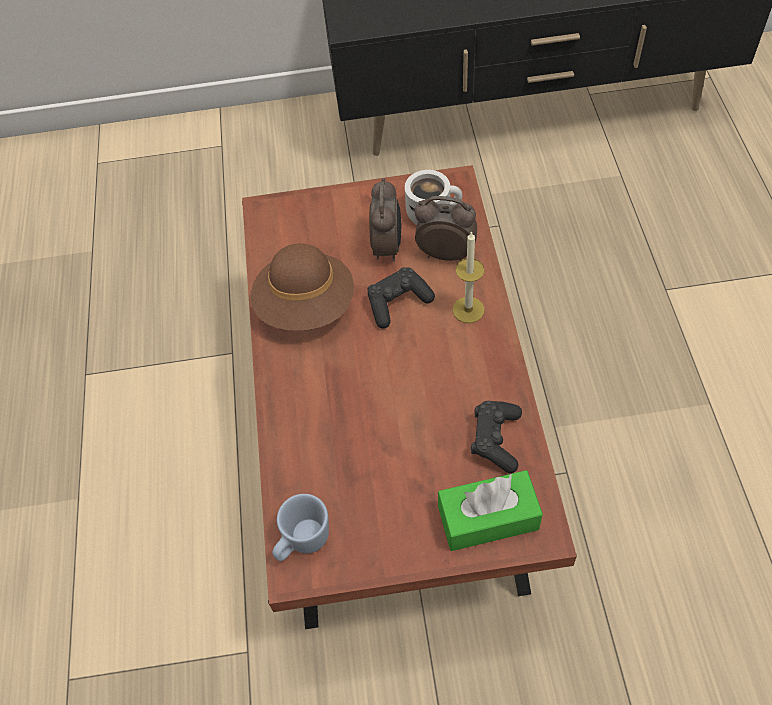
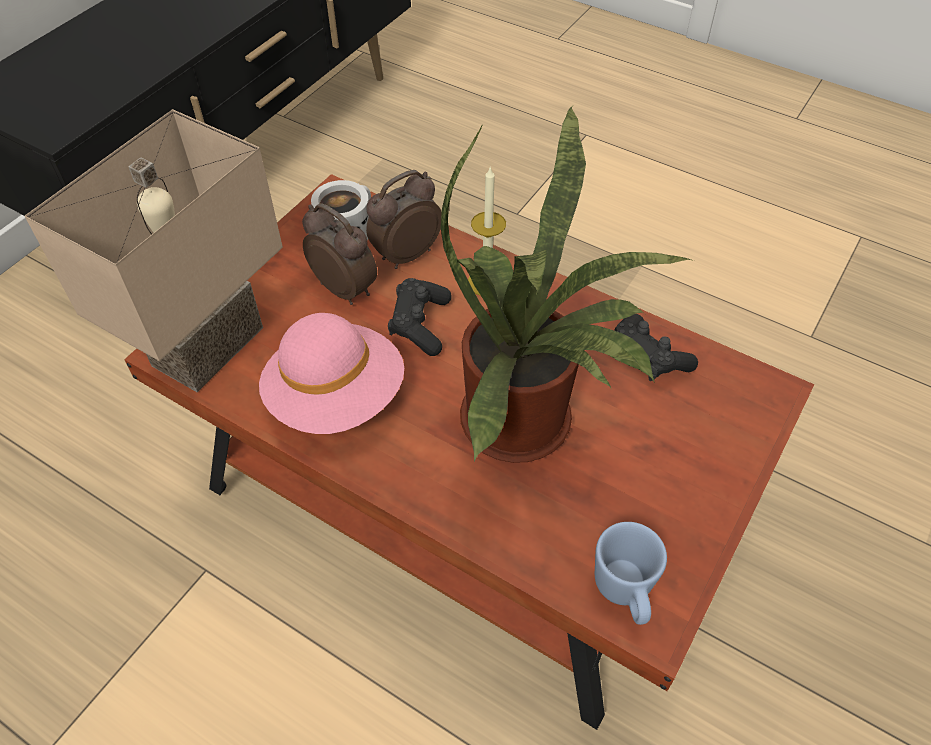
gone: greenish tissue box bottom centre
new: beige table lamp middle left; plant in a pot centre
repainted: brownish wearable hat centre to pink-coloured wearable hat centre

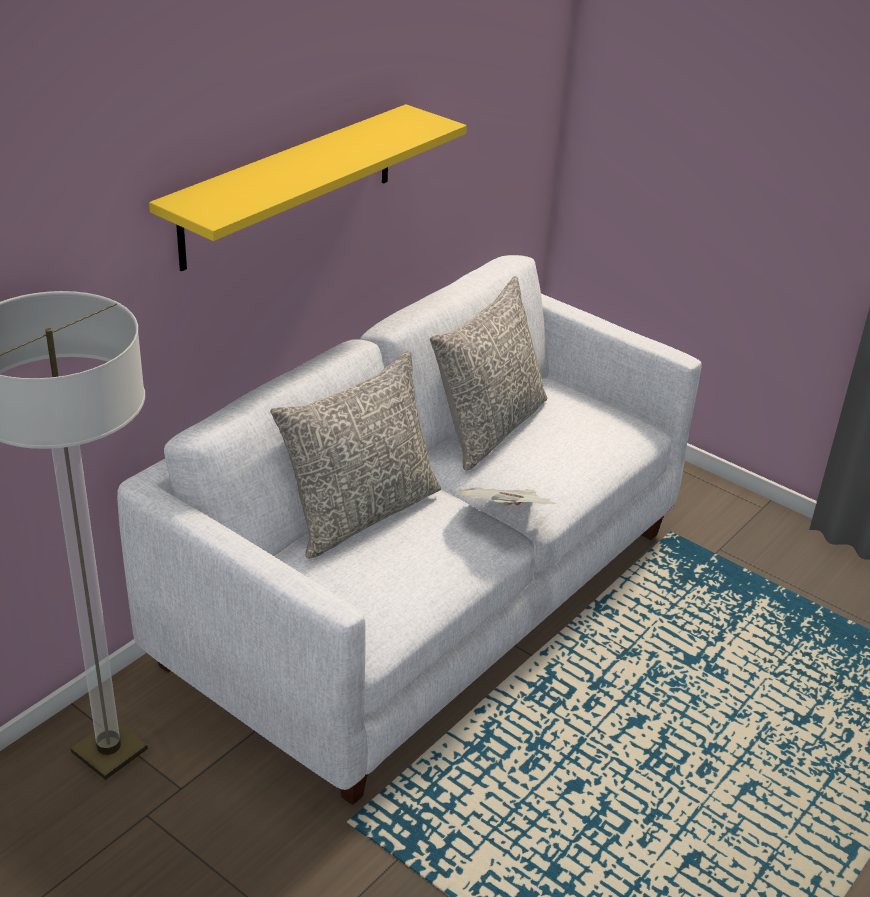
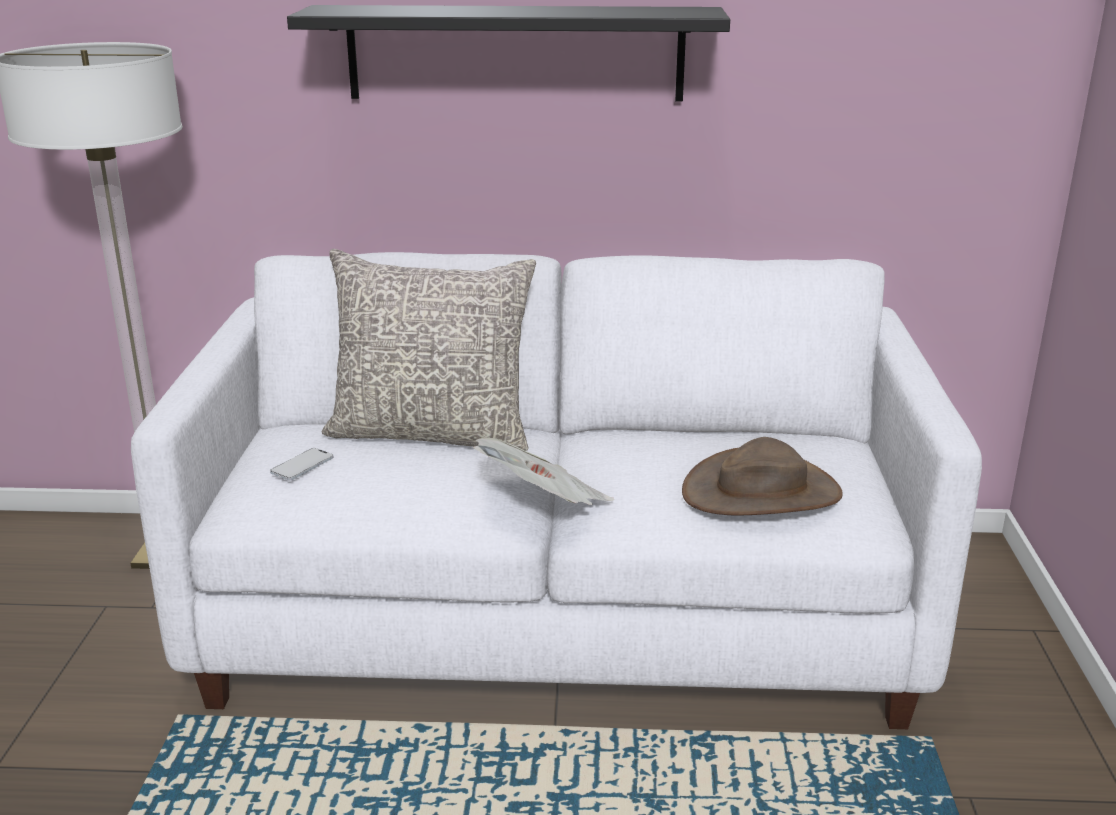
gone: gray pillow (no. 2 from left) centre
new: telephone middle left; brownish wearable hat middle right
repainted: yellowish shelf top centre to black shelf top centre

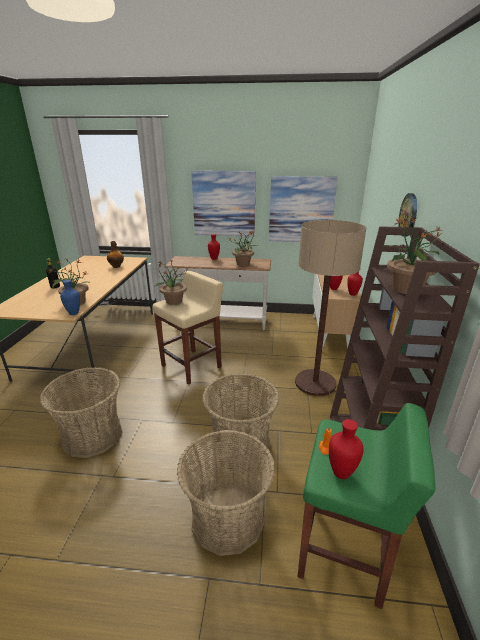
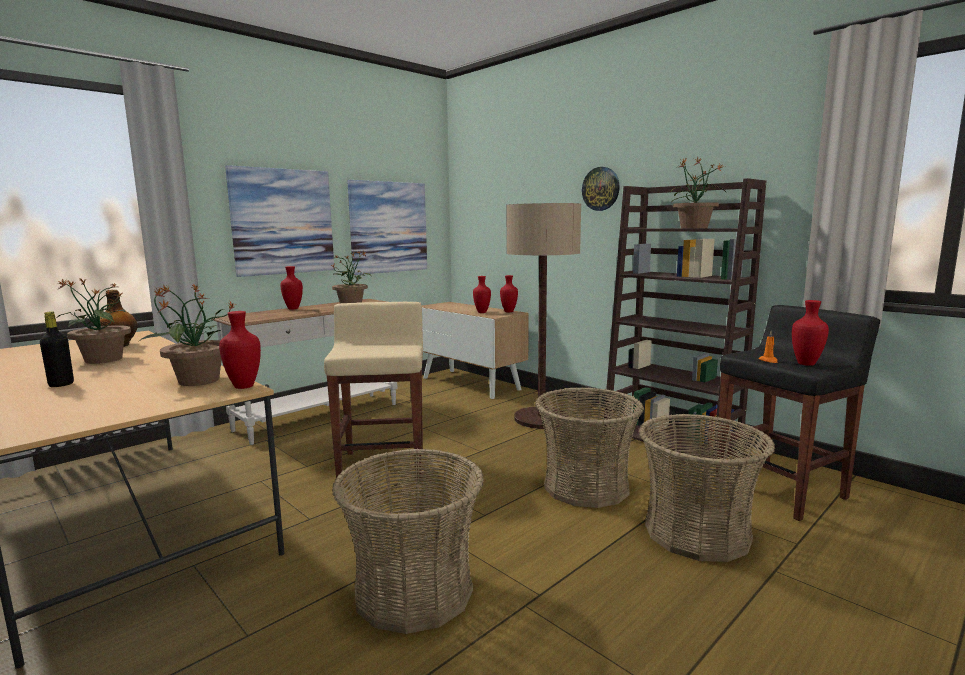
shifted: plant in a pot (no. 2 from left in the first image) centre to plant in a pot (no. 1 from left) middle left
repainted: bluish decorative vase middle left to red-coloured decorative vase (no. 1 from left) middle left; greenish stool bottom right to black stool middle right

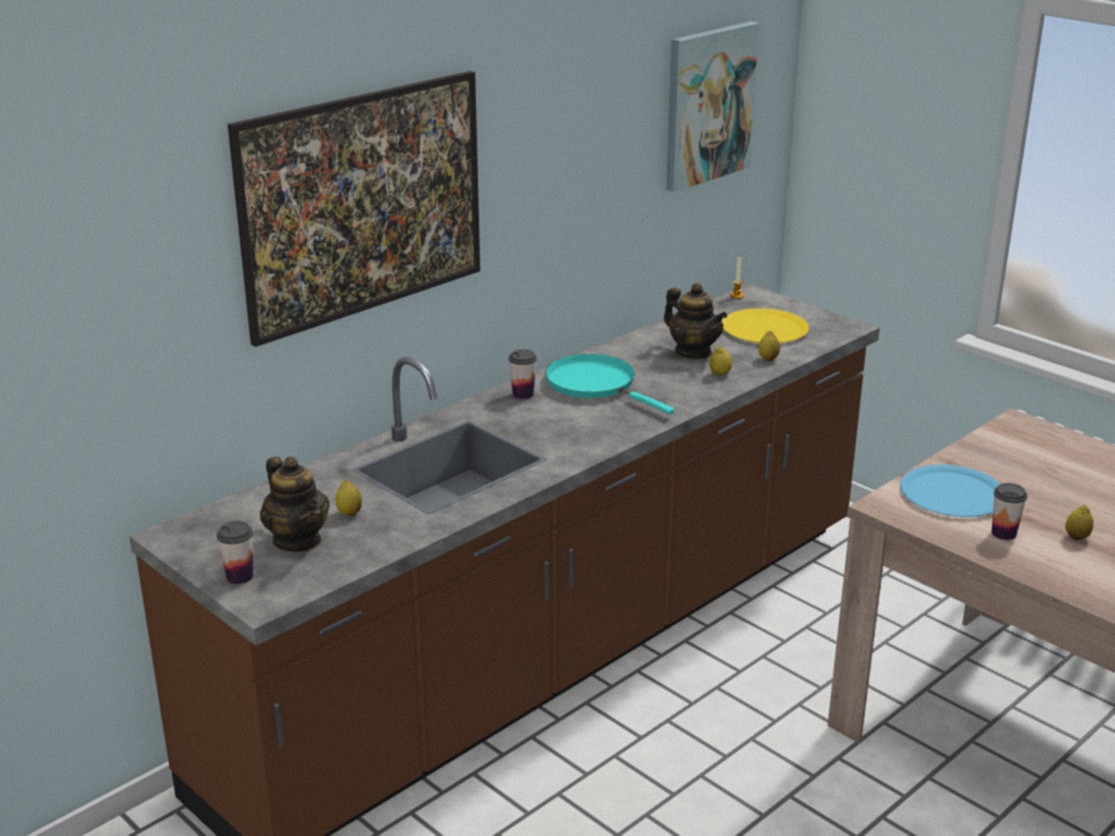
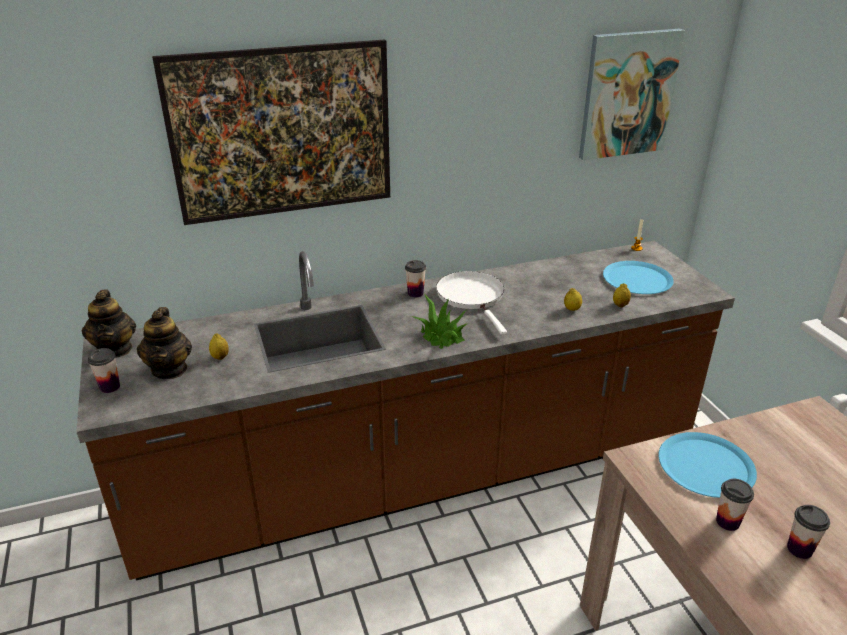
new: plant in a pot centre
shifted: teapot (no. 2 from left in the first image) centre to teapot (no. 1 from left) middle left
swapped: lemon (no. 4 from left) middle right to drinking cup (no. 4 from left) bottom right
repainted: turquoise-coloured pan centre to white pan centre; yellowish plate middle right to bluish plate (no. 1 from left) middle right

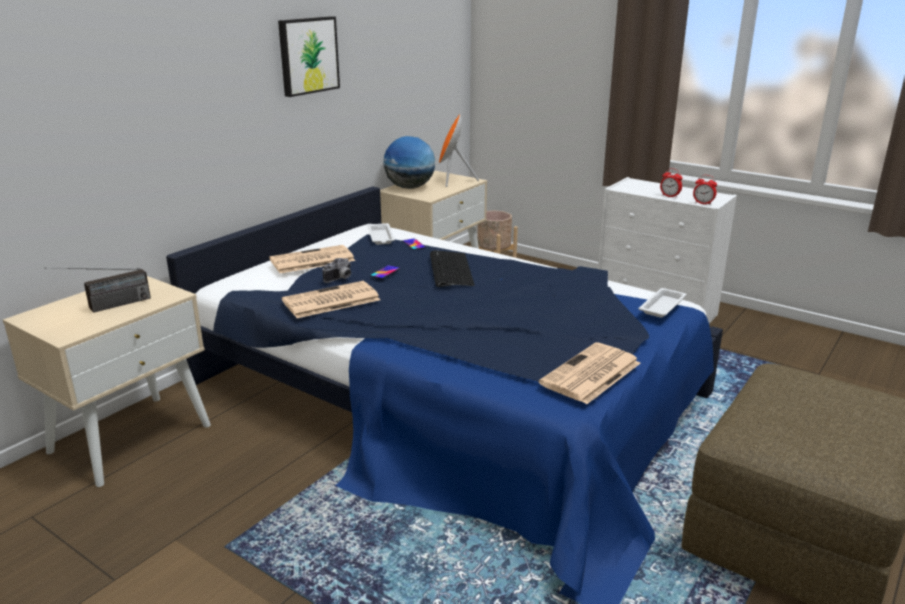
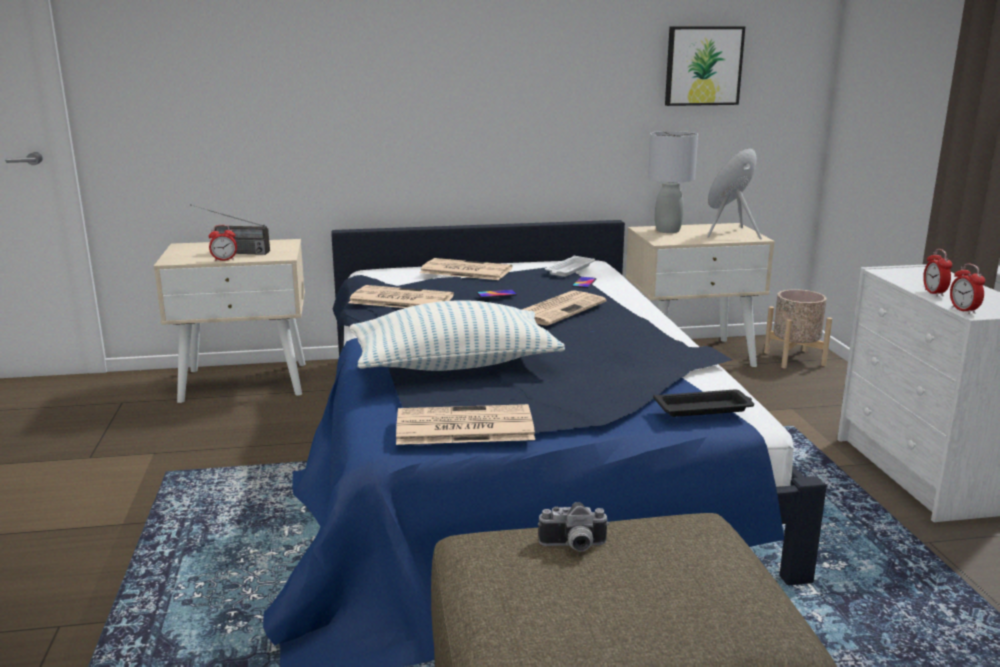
new: table clock (no. 1 from left) middle left; pillow centre
shifted: picture top centre to top right; still camera centre to bottom centre
swapped: desk globe top centre to gray table lamp top right; computer keyboard centre to daily paper (no. 4 from left) centre
repainted: white serving tray (no. 2 from left) middle right to black serving tray middle right

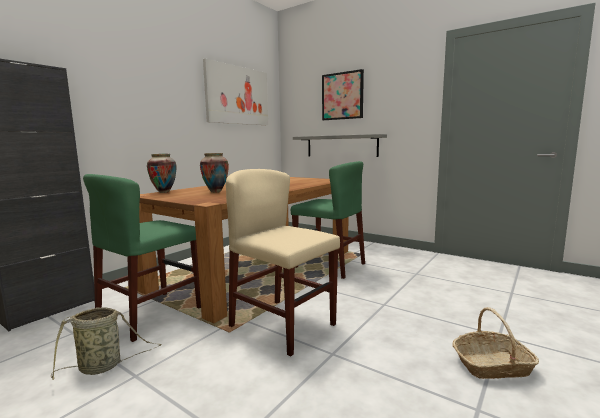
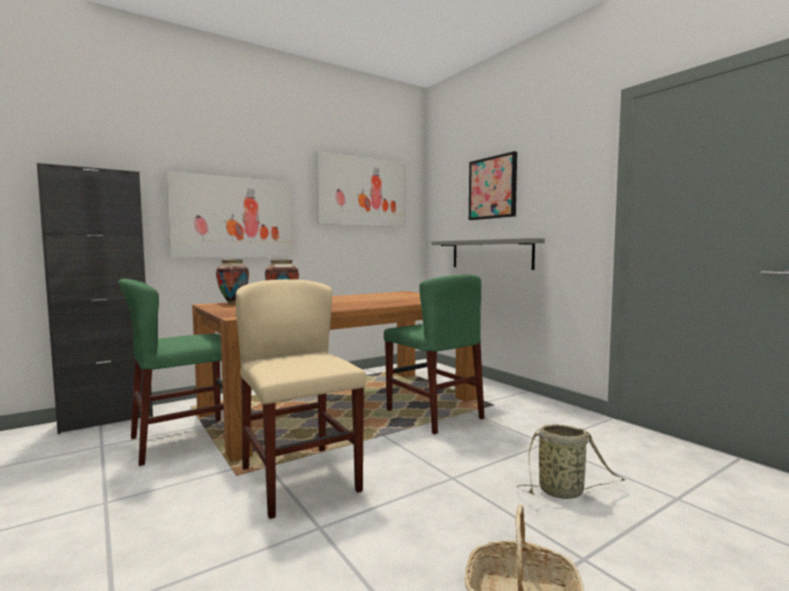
new: picture (no. 1 from left) middle left
shifted: household basket (no. 1 from left in the first image) bottom left to household basket (no. 2 from left) bottom right

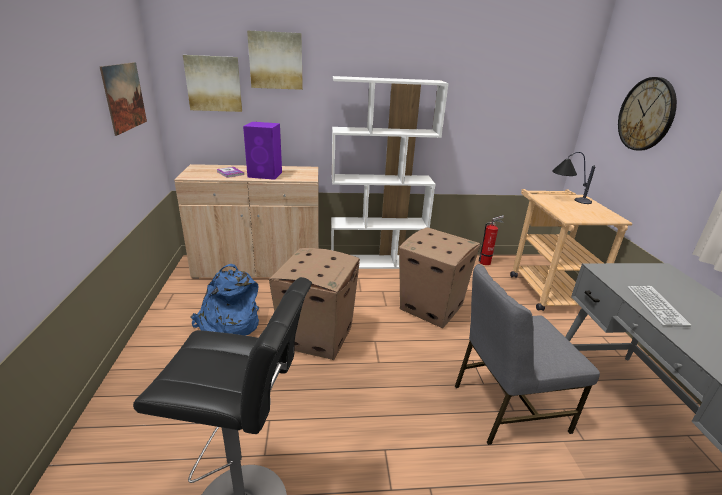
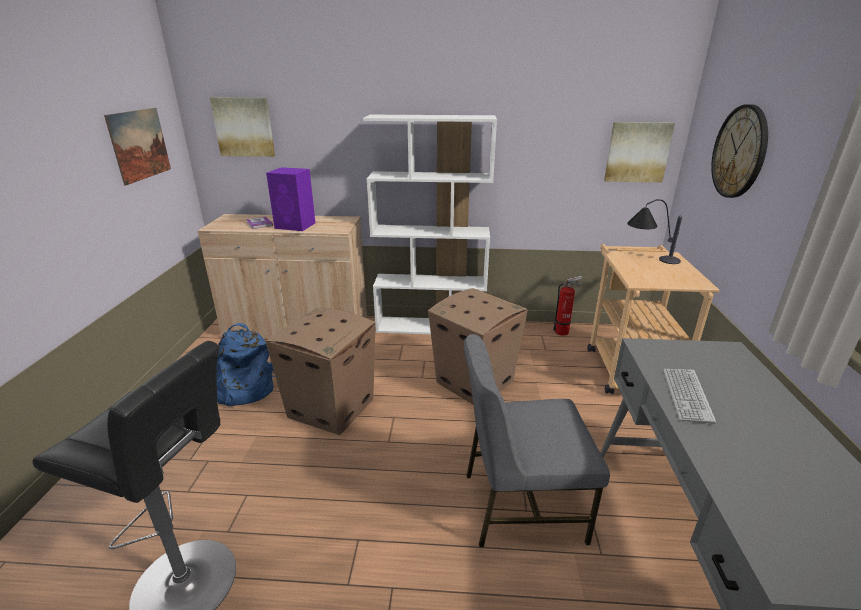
shifted: picture (no. 3 from left) top centre to top right

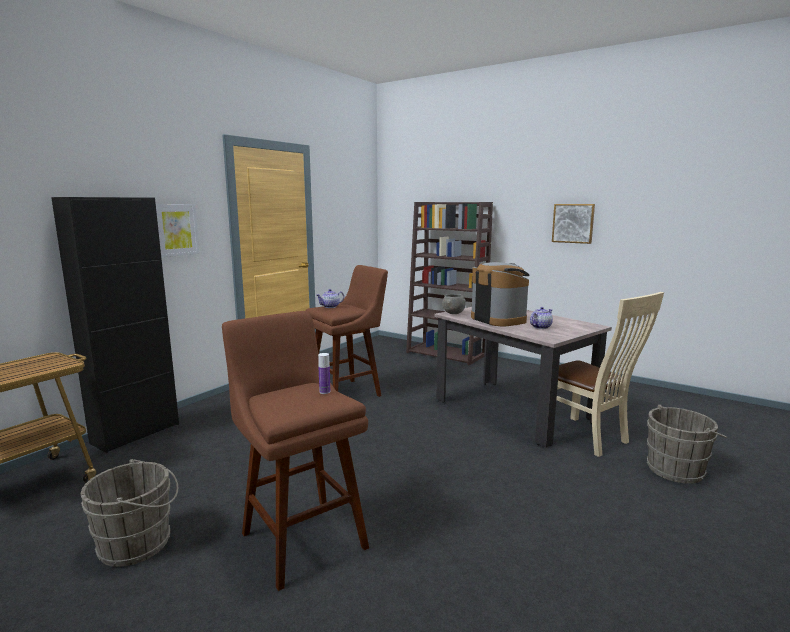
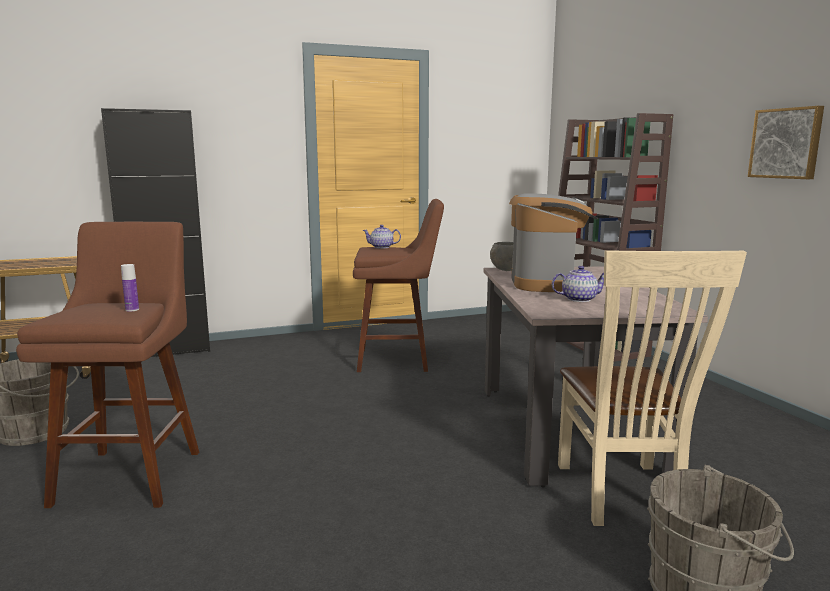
gone: picture (no. 1 from left) middle left

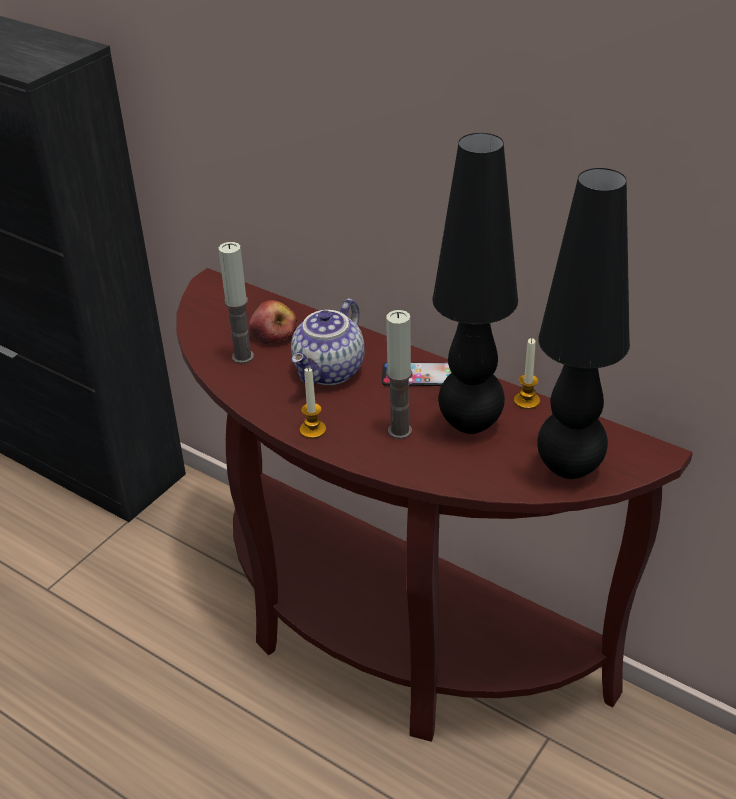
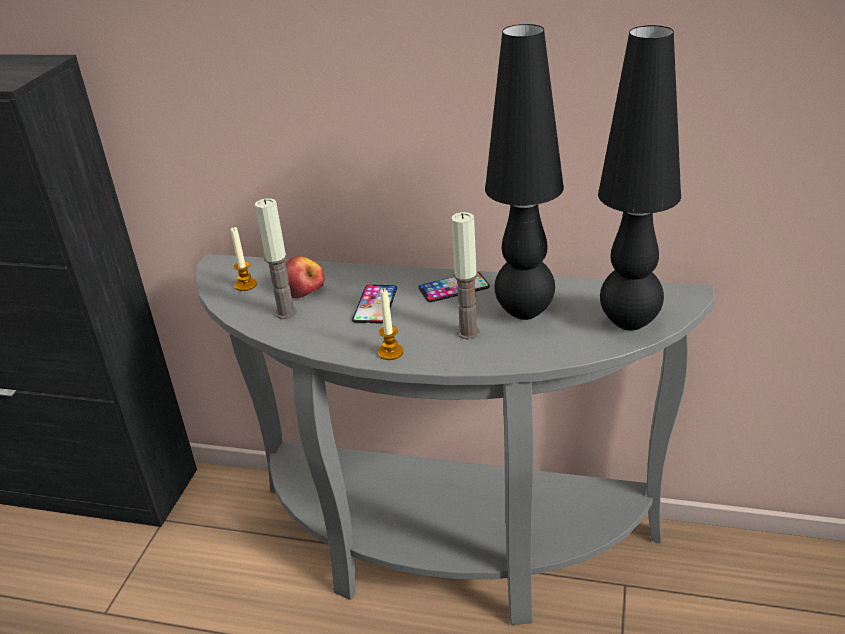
shifted: candle (no. 4 from left in the first image) middle right to candle (no. 1 from left) middle left
swapped: teapot centre to telephone (no. 1 from left) centre
repainted: brownish console table centre to gray console table bottom centre

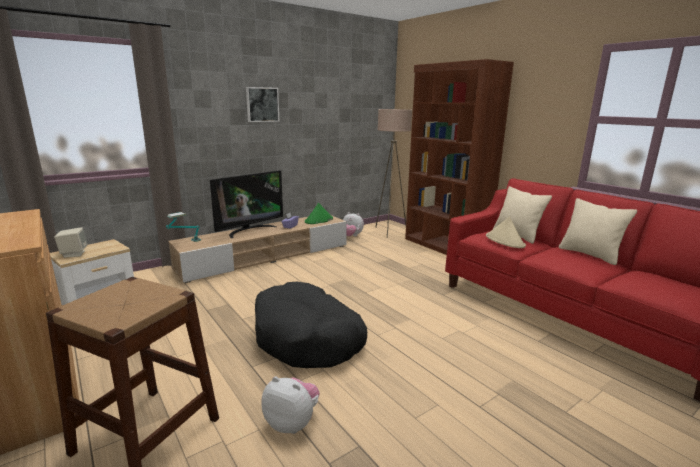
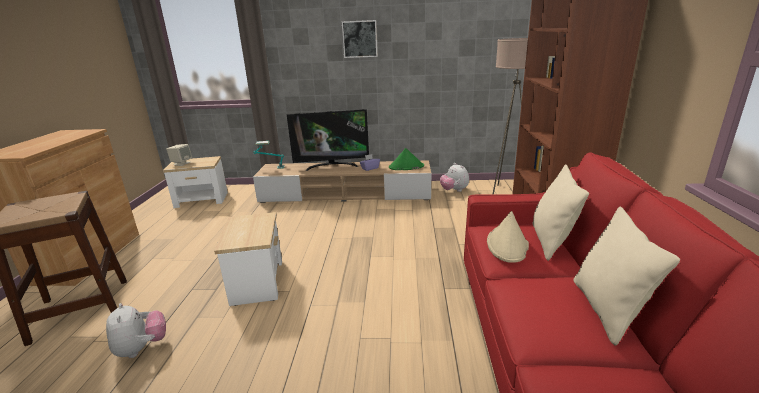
swapped: black dog cushion bottom centre to side table (no. 2 from left) middle left

